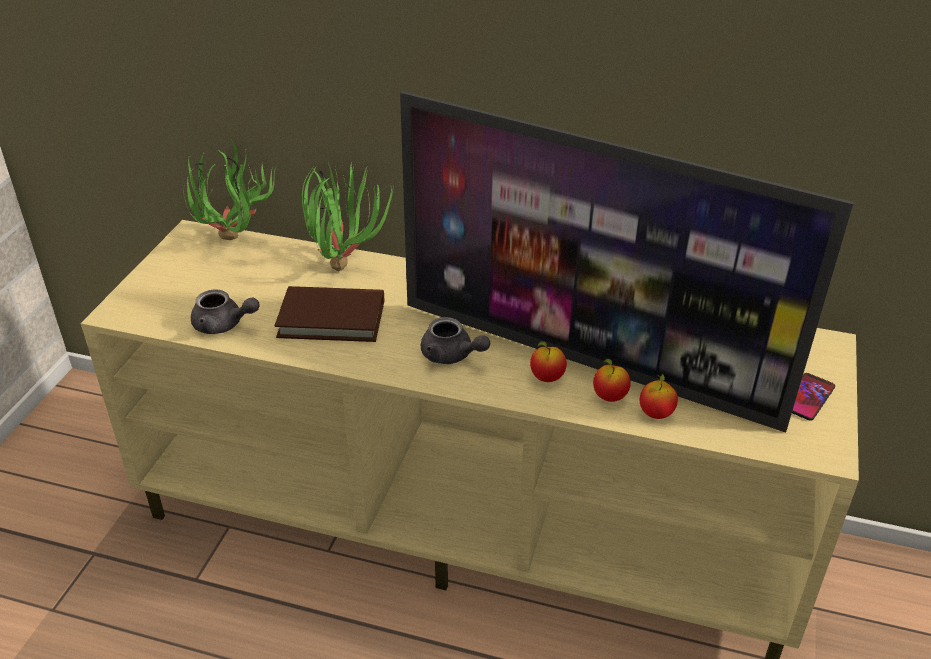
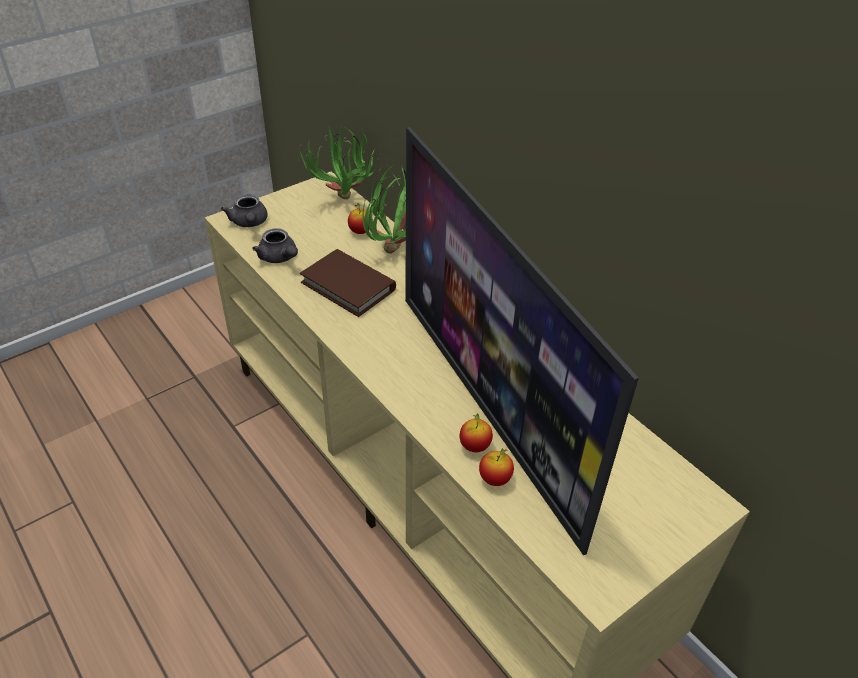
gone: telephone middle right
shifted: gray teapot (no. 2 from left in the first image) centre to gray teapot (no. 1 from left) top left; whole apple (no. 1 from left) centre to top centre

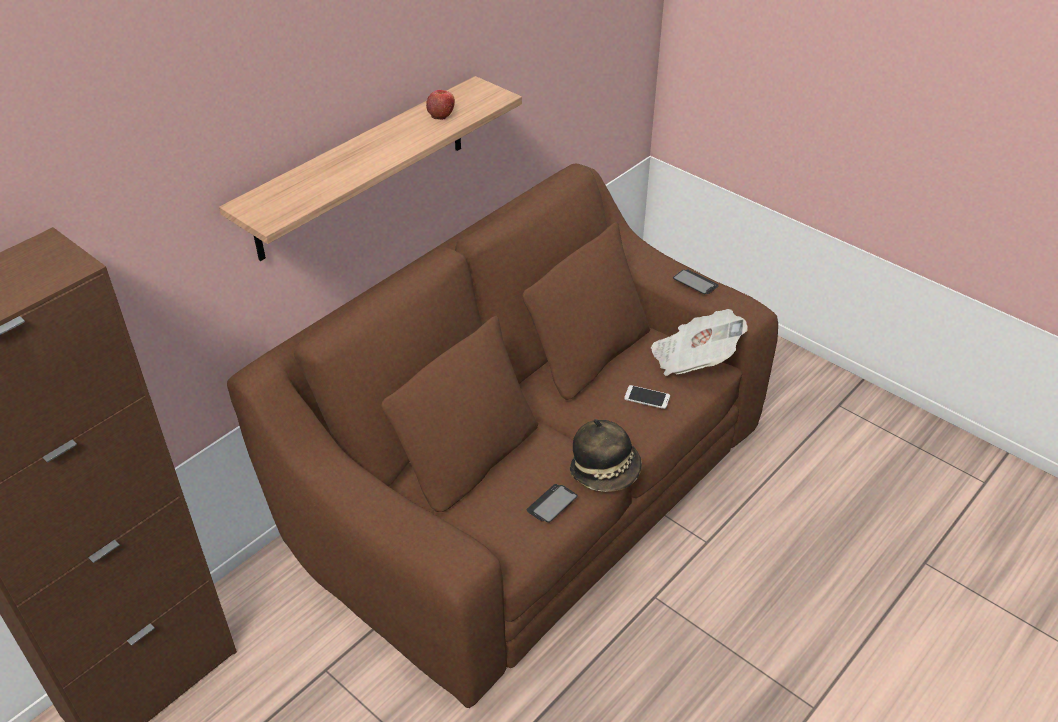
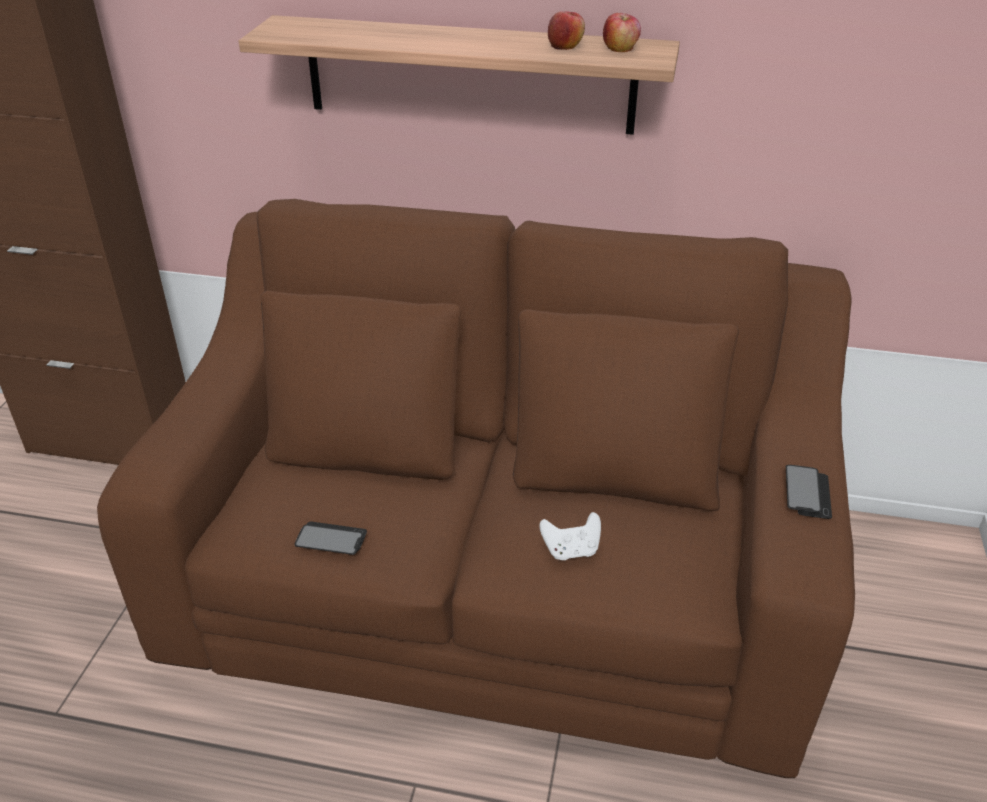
gone: wearable hat centre; daily paper centre
new: whole apple (no. 2 from left) top centre
swapped: telephone (no. 2 from left) centre to white game controller bottom centre

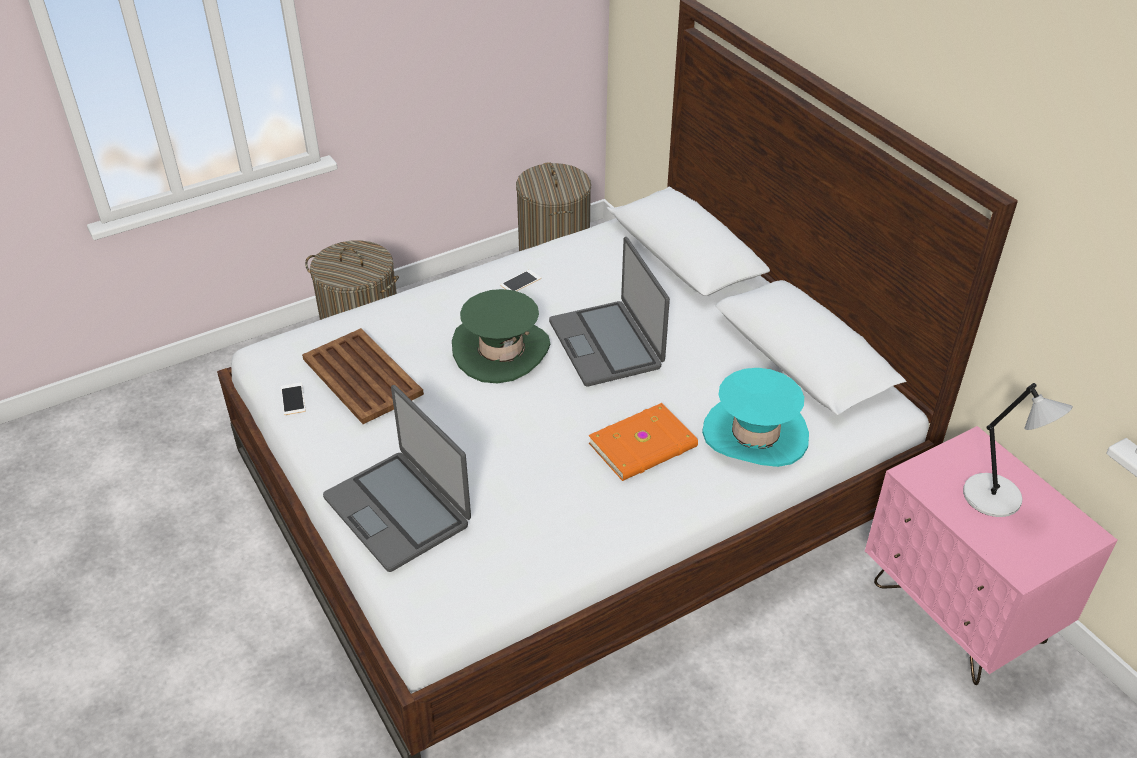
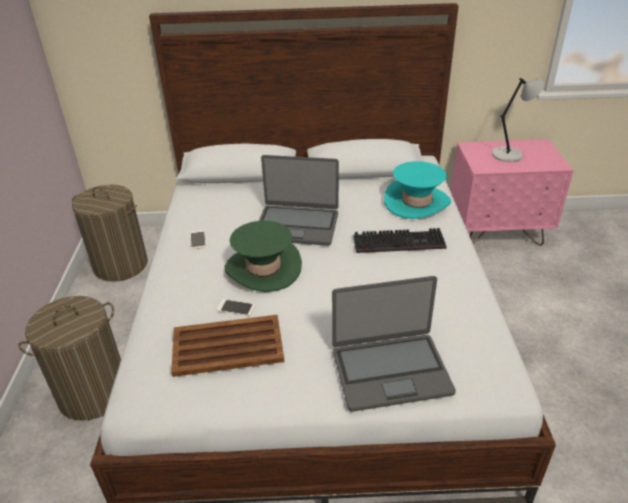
shifted: telephone (no. 1 from left in the first image) middle left to telephone (no. 2 from left) centre
swapped: orange-coloured bound book centre to computer keyboard centre

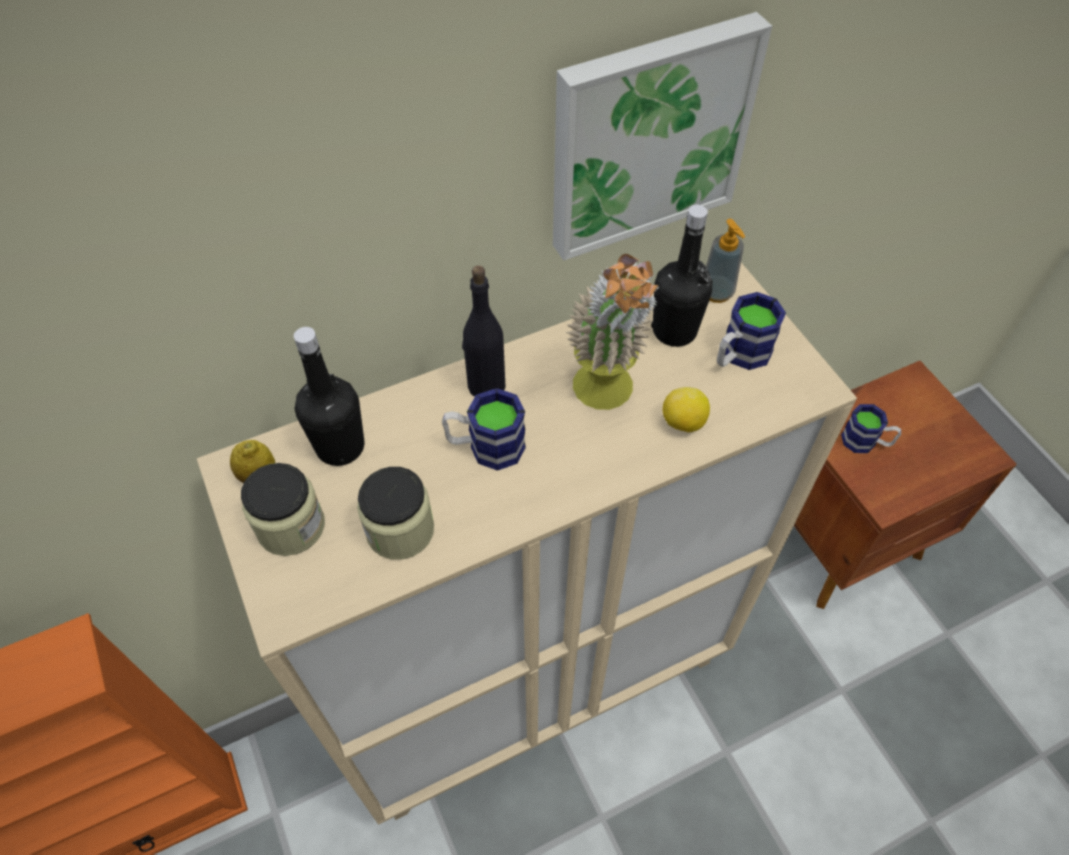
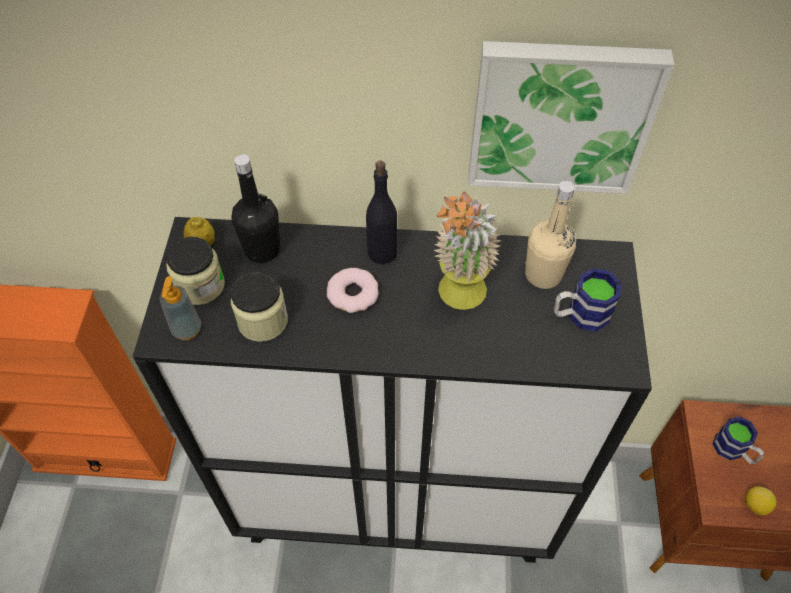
shifted: lemon (no. 2 from left) centre to bottom right; soap bottle top right to middle left
swapped: coffee mug (no. 1 from left) centre to ring doughnut centre
repainted: beige cabinet centre to black cabinet centre; black drink bottle (no. 3 from left) top centre to beige drink bottle middle right

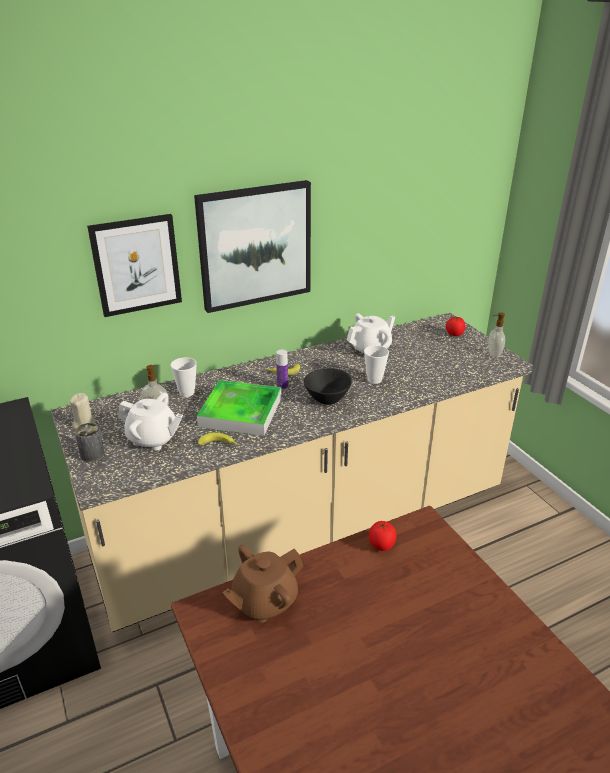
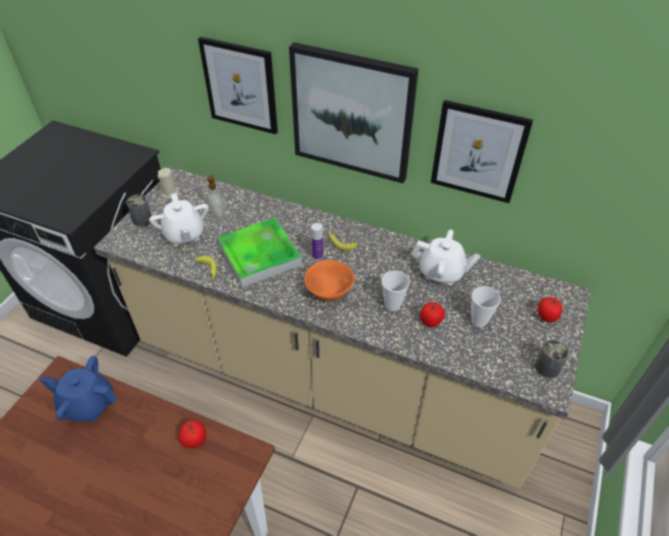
new: fresh tomato (no. 2 from left) centre; picture (no. 3 from left) top right
shifted: drinking cup (no. 1 from left in the first image) middle left to drinking cup (no. 2 from left) middle right
swapped: soap bottle (no. 2 from left) middle right to can (no. 2 from left) bottom right
repainted: brownish teapot bottom centre to bluish teapot bottom left; black deep dish centre to orange-coloured deep dish centre

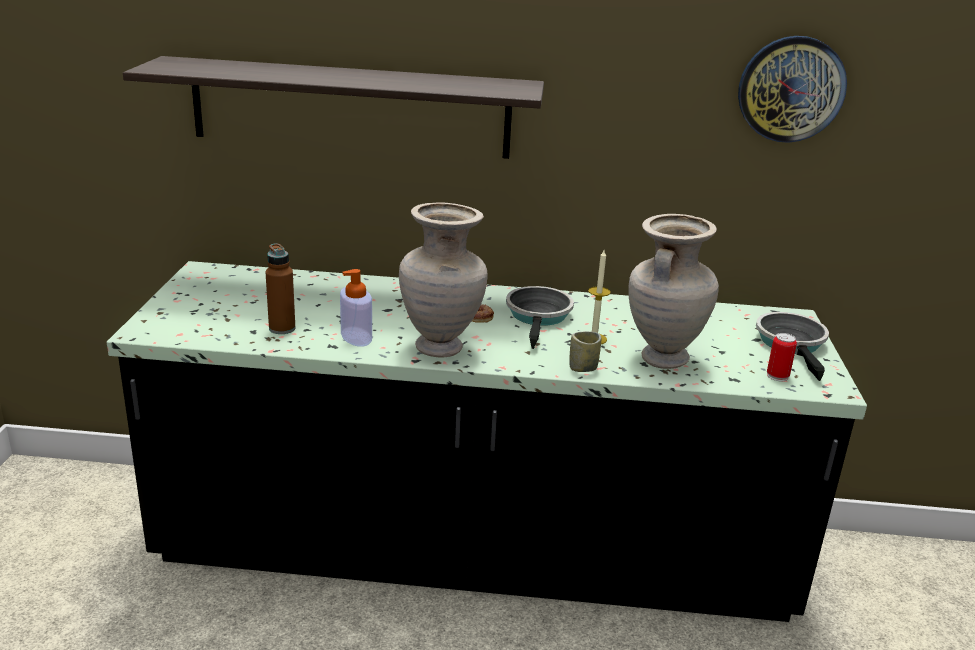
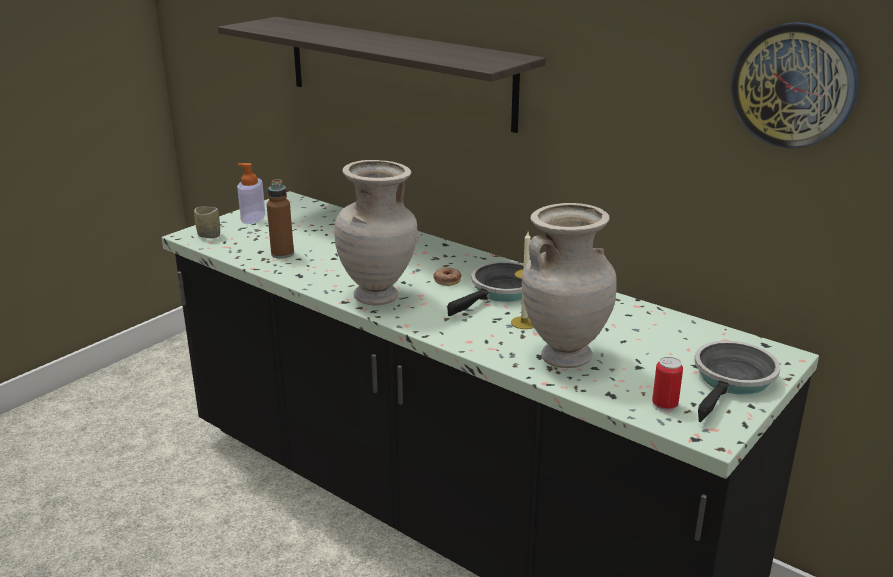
shifted: soap bottle centre to middle left; drinking cup centre to middle left

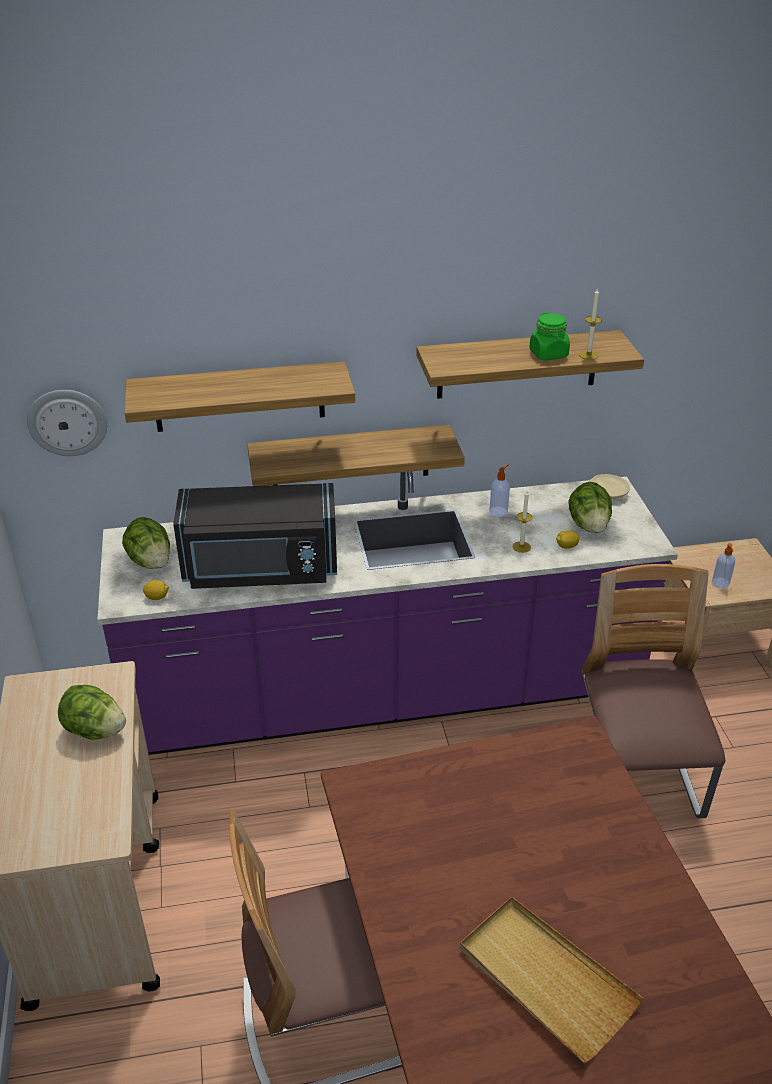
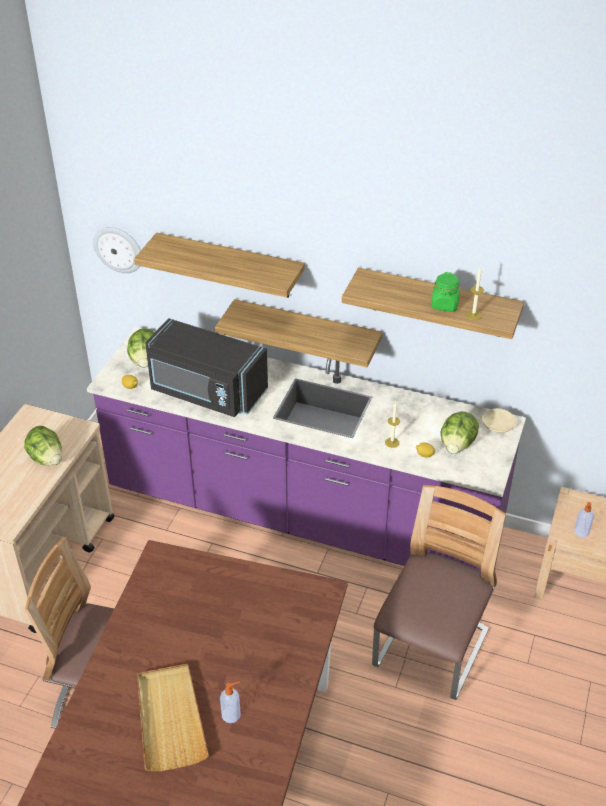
shifted: soap bottle (no. 1 from left) centre to bottom centre

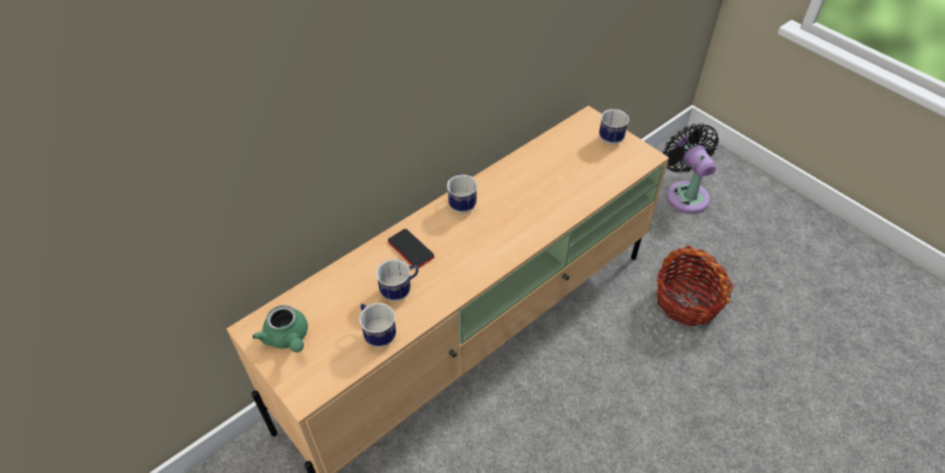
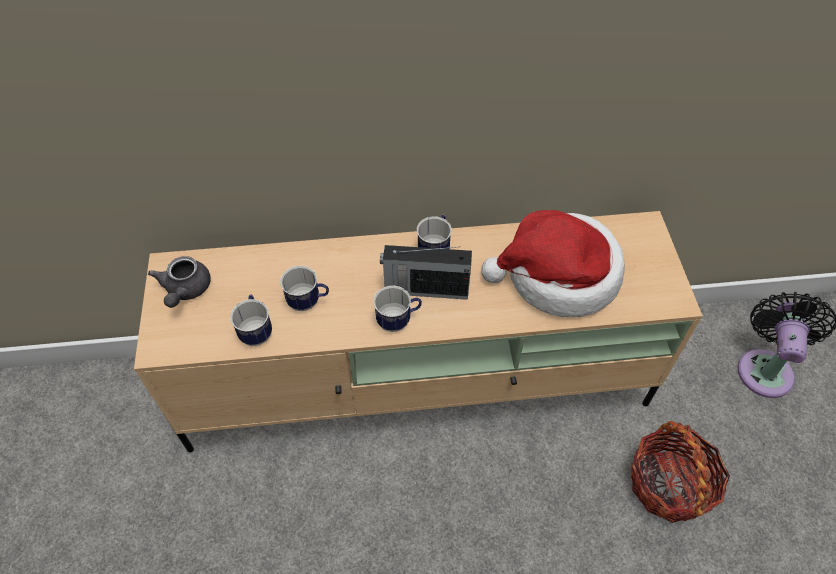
gone: telephone centre
new: radio receiver centre; wearable hat centre
shifted: coffee mug (no. 4 from left in the first image) top centre to coffee mug (no. 3 from left) centre
repainted: greenish teapot bottom left to gray teapot middle left

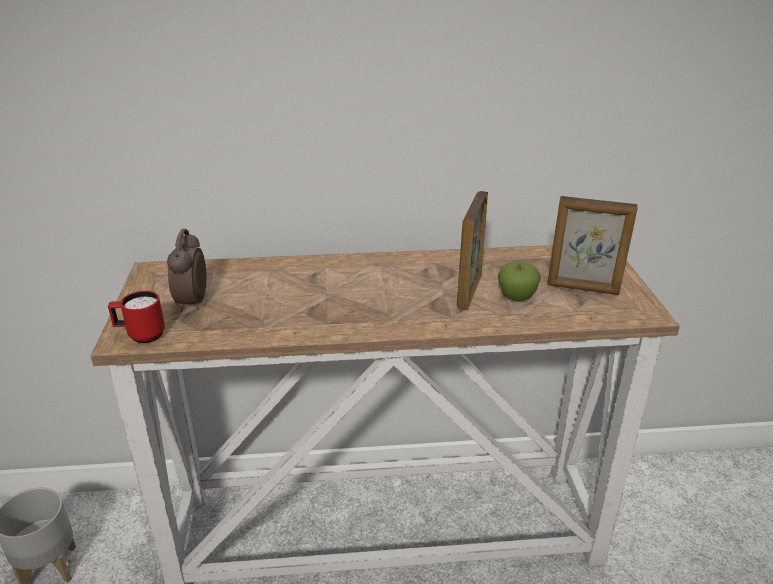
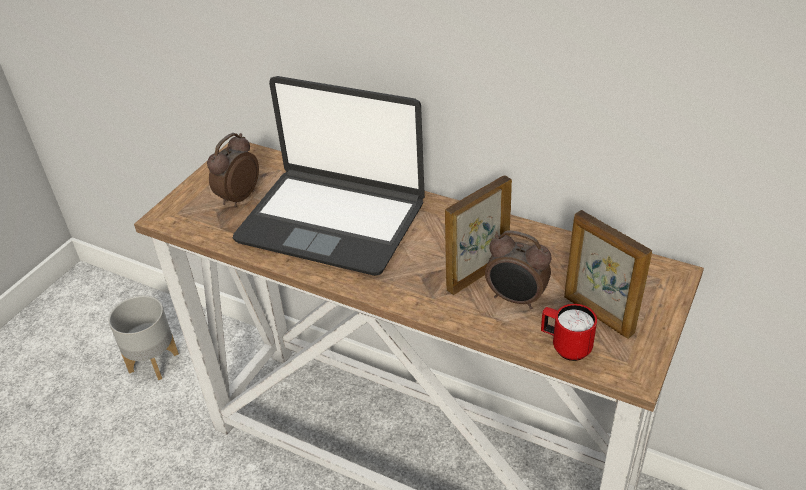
new: laptop centre
shifted: red-coloured coffee mug middle left to bottom right
swapped: whole apple middle right to table clock (no. 2 from left) centre

